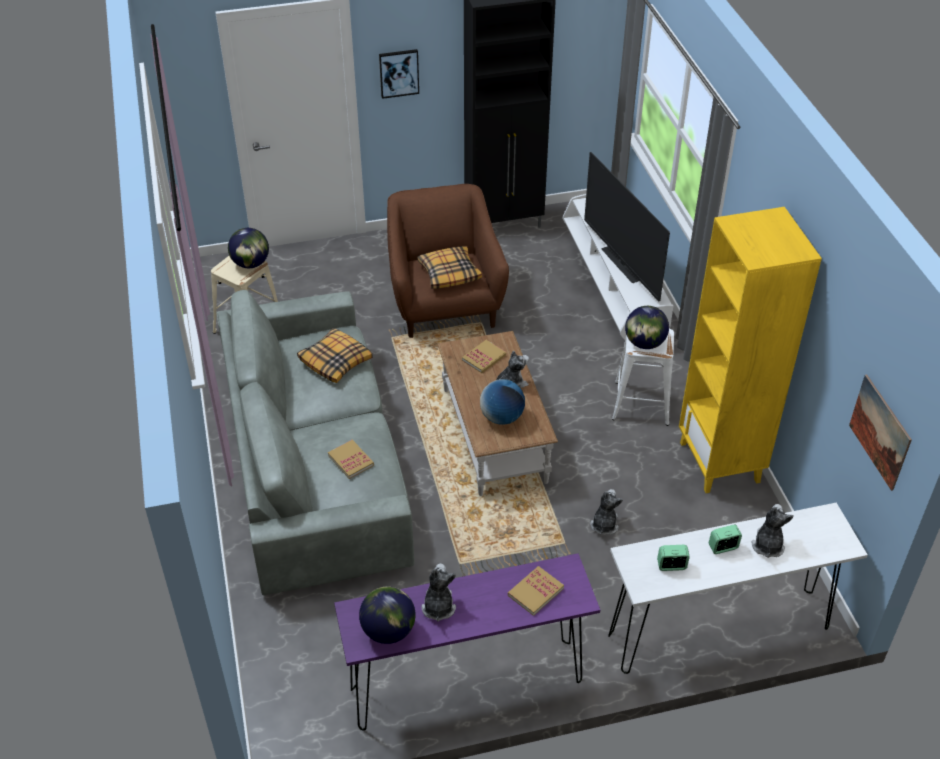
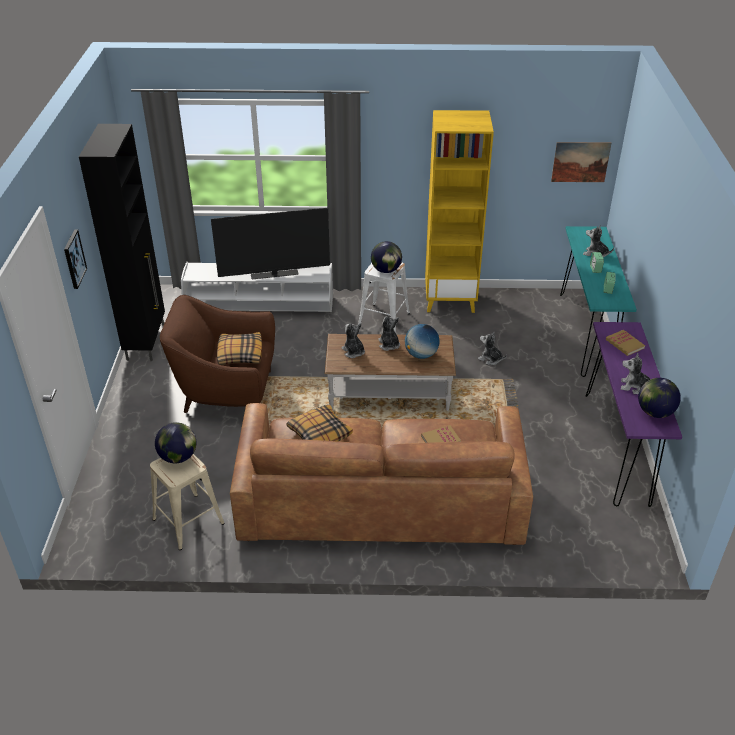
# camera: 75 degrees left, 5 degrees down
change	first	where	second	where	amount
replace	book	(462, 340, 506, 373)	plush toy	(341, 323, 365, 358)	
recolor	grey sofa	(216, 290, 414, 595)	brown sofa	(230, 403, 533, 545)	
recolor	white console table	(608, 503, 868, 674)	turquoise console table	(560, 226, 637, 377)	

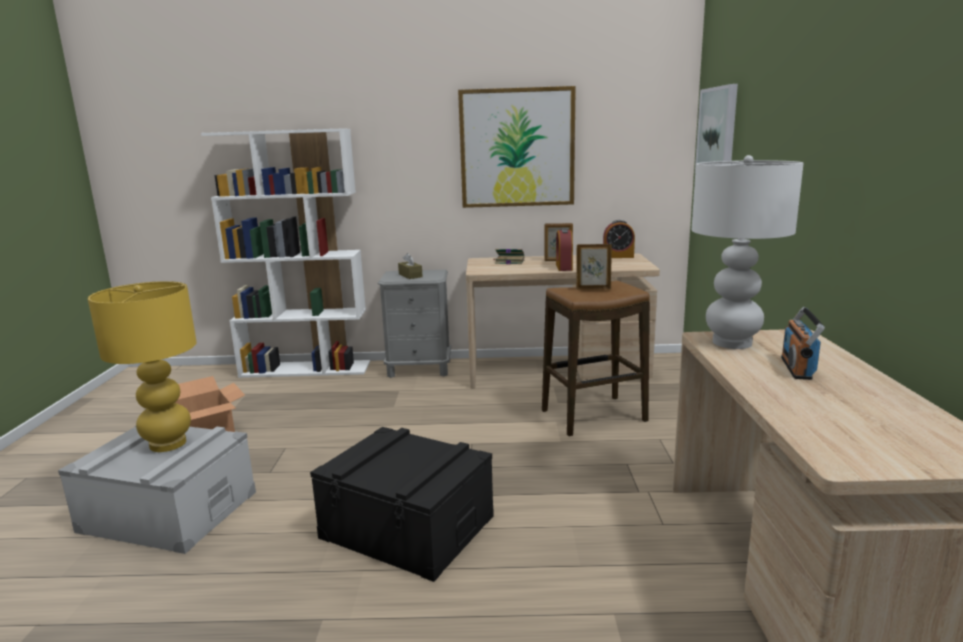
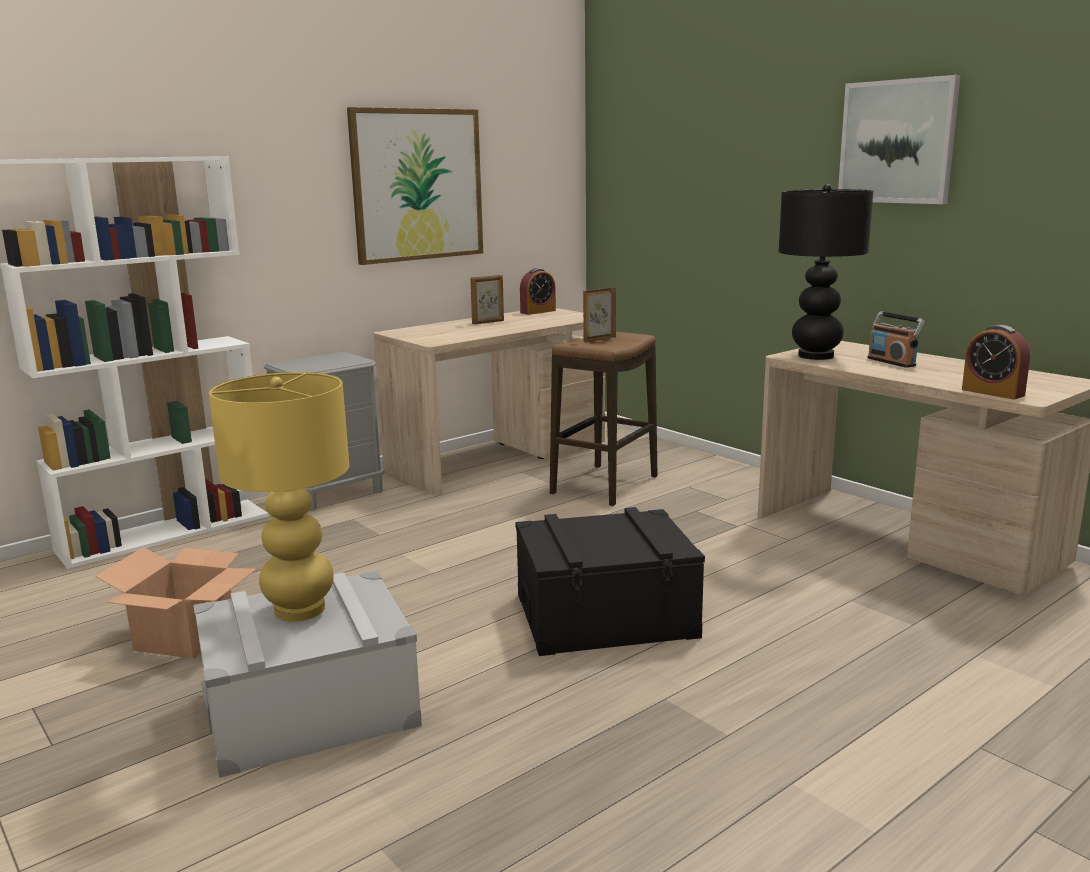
# camera: 40 degrees left, 0 degrees up
change	first	where	second	where	amount
delete	brown tissue box	(398, 253, 423, 279)			
delete	book	(493, 249, 524, 264)			
move	alarm clock	(556, 228, 573, 271)		(962, 325, 1030, 400)	
move	picture	(695, 84, 738, 169)		(838, 75, 961, 204)	
recolor	white table lamp	(692, 155, 804, 349)	black table lamp	(779, 184, 873, 360)	

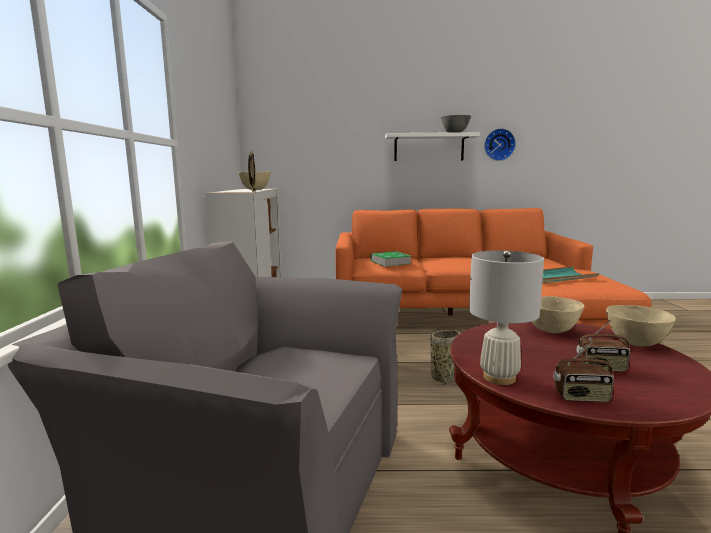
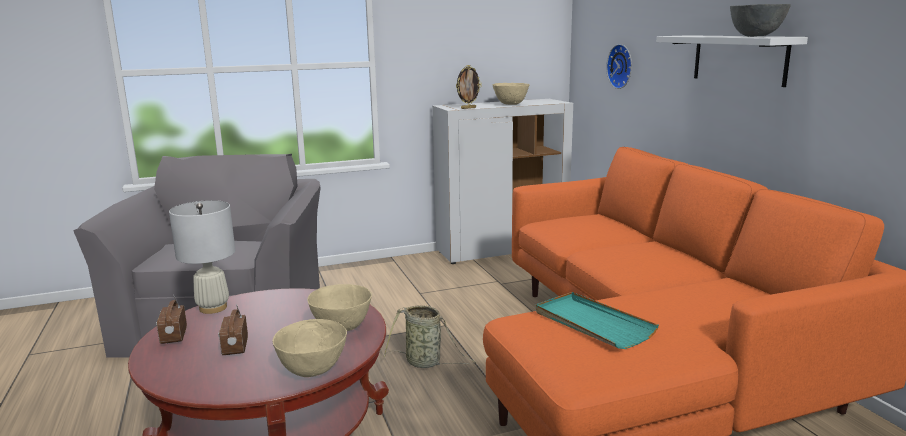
# camera: 70 degrees right, 5 degrees up
change	first	where	second	where	amount
delete	book	(370, 251, 411, 267)			
move	wall clock	(484, 128, 516, 161)		(606, 44, 632, 89)	

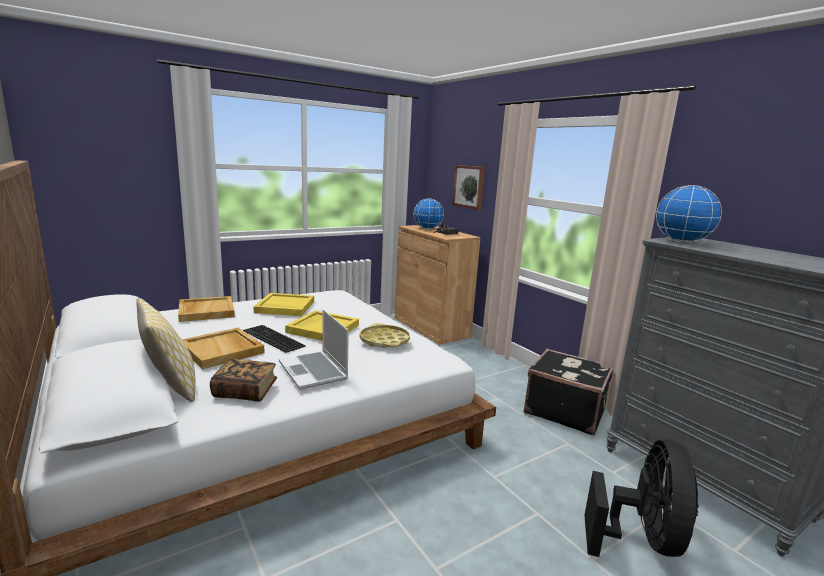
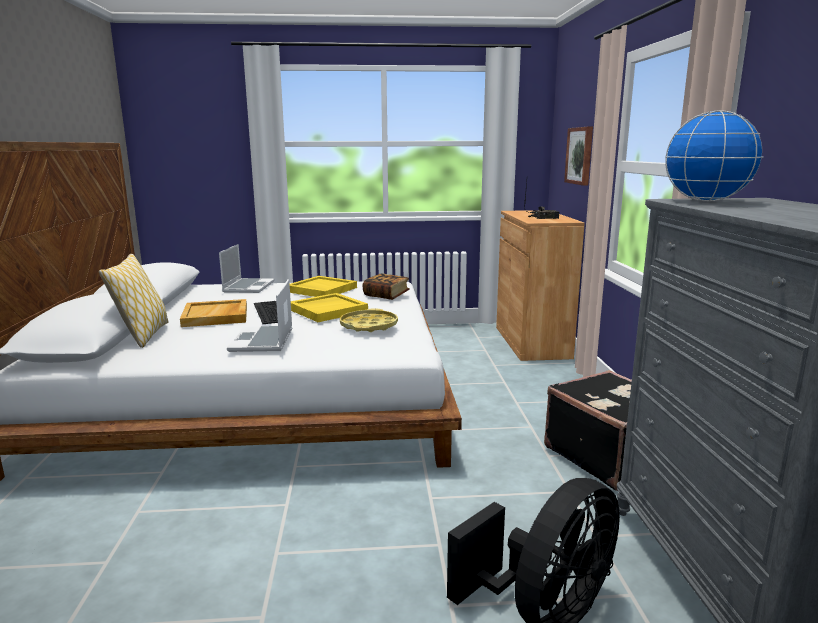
# camera: 30 degrees right, 0 degrees up
change	first	where	second	where	amount
delete	globe	(413, 198, 444, 229)			
move	book	(210, 359, 277, 402)		(362, 273, 410, 300)	
replace	beige tray	(178, 296, 235, 322)	laptop	(219, 244, 275, 293)	

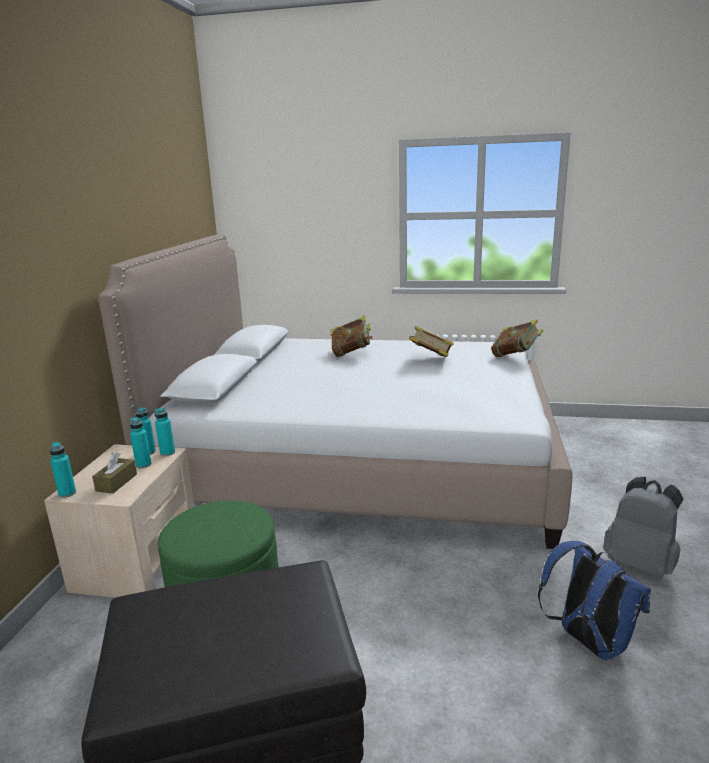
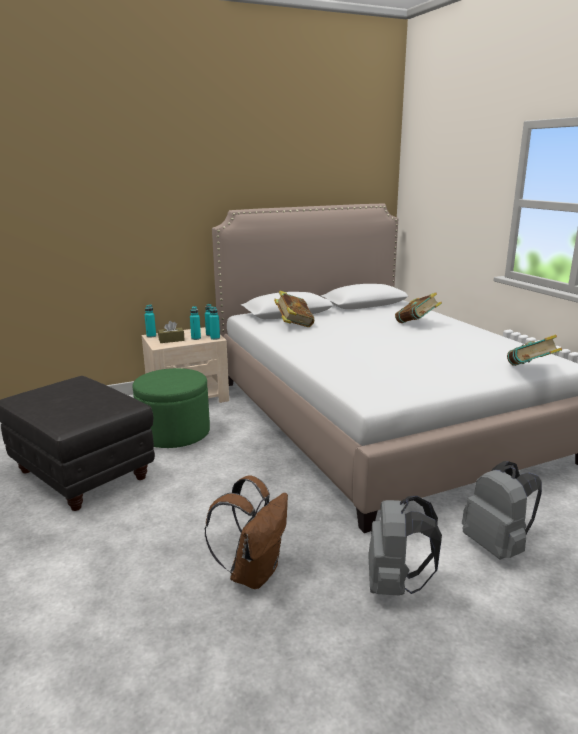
# camera: 55 degrees right, 0 degrees up
change	first	where	second	where	amount
insert			grey backpack	(462, 461, 542, 560)	
move	book	(409, 326, 454, 357)		(274, 291, 314, 327)	
recolor	blue backpack	(538, 541, 651, 660)	brown backpack	(204, 475, 288, 589)	

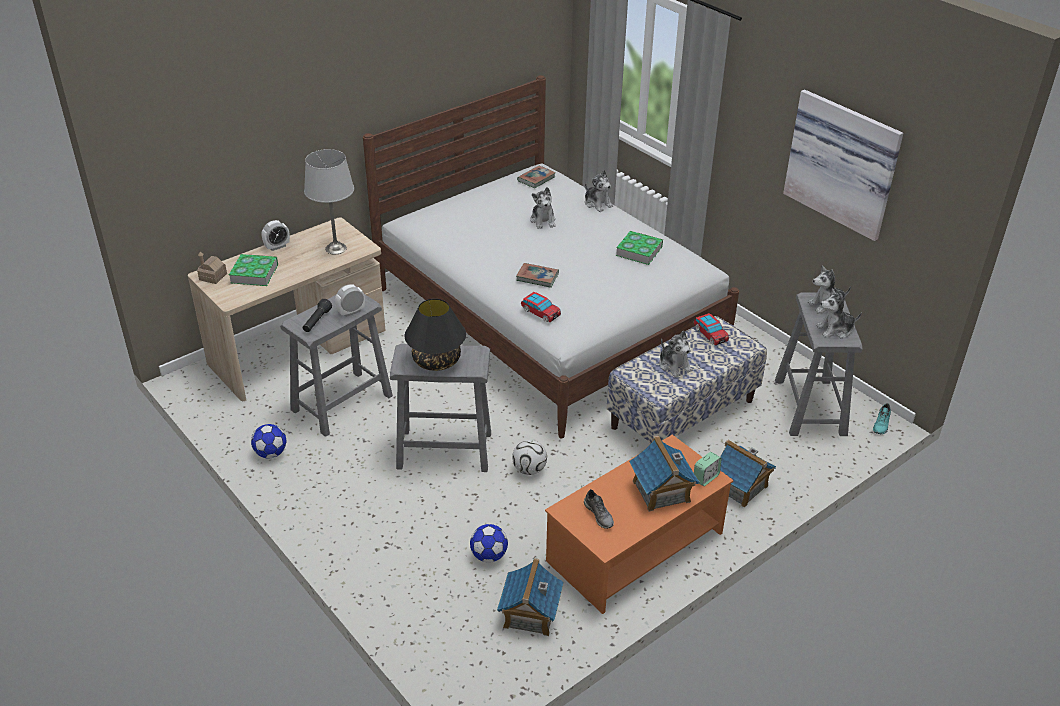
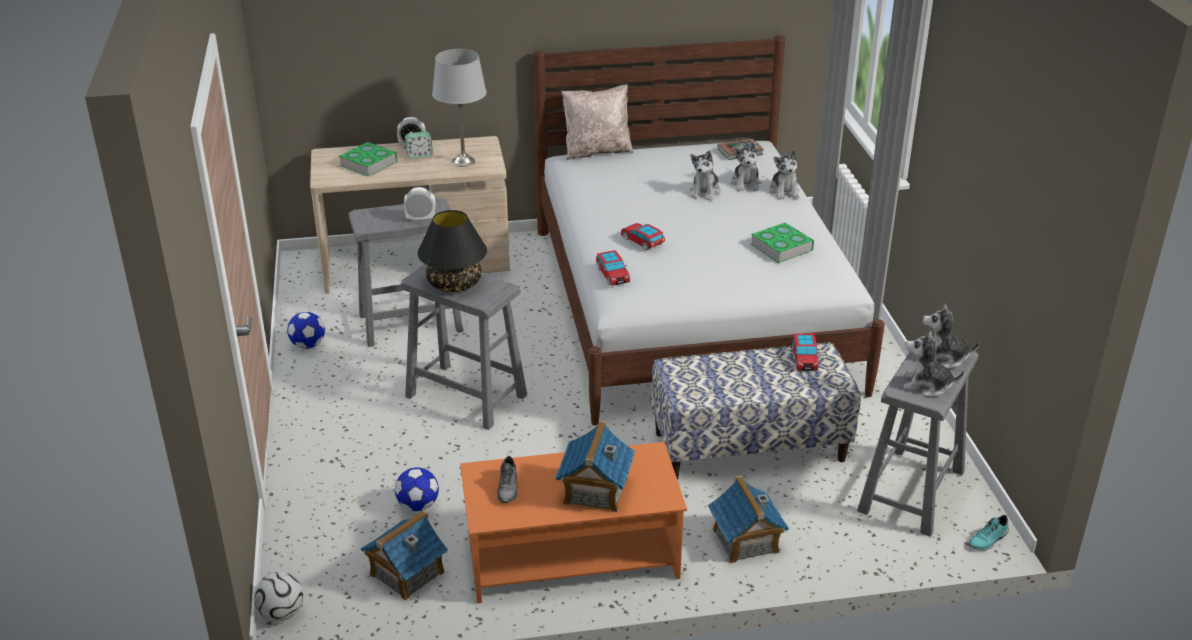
# camera: 30 degrees right, 5 degrees down
change	first	where	second	where	amount
delete	toy house	(197, 252, 227, 284)			
delete	black flashlight	(303, 299, 332, 332)			
delete	picture	(783, 90, 903, 241)			
insert			beige pillow	(562, 84, 633, 160)	
move	football	(512, 440, 547, 475)		(254, 572, 303, 621)	
move	plush toy	(659, 330, 692, 377)		(731, 142, 761, 191)	
move	alarm clock	(694, 452, 722, 486)		(405, 131, 433, 159)	
replace	book	(516, 263, 559, 288)	toy car	(621, 223, 665, 250)	

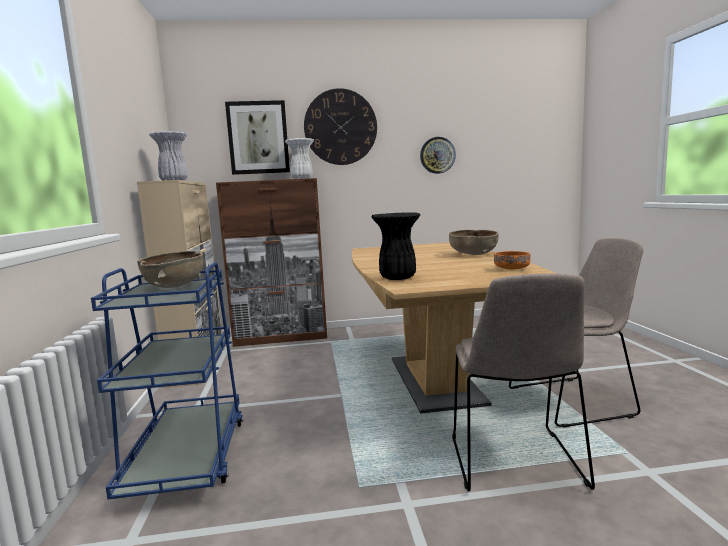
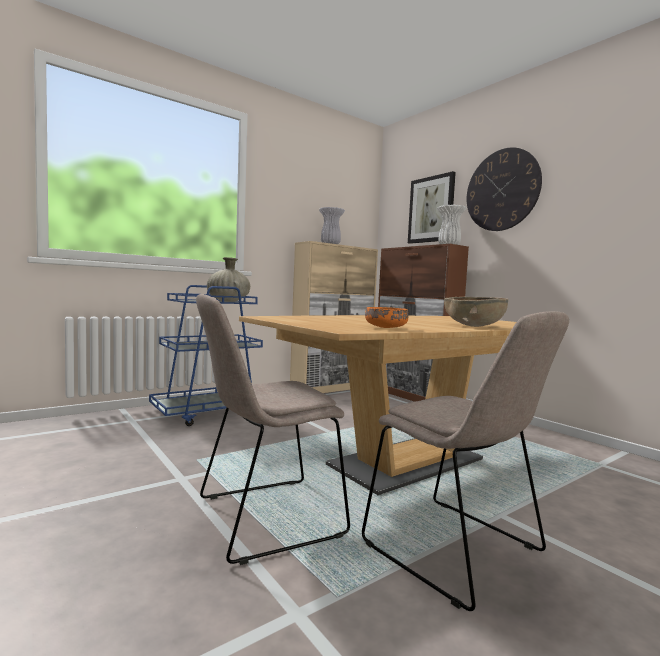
# camera: 60 degrees right, 5 degrees down
change	first	where	second	where	amount
delete	black vase	(371, 212, 420, 280)			
delete	wall clock	(420, 137, 456, 174)			
replace	brown bowl	(137, 251, 204, 288)	beige vase	(207, 257, 250, 302)	

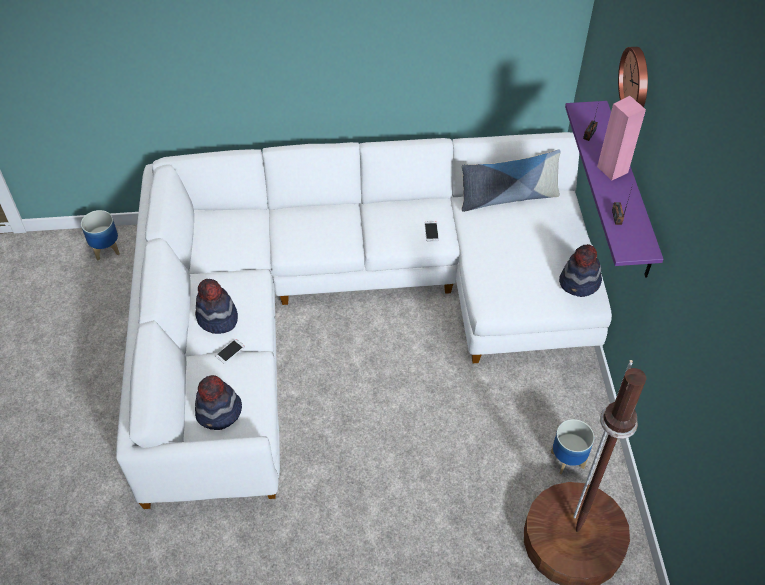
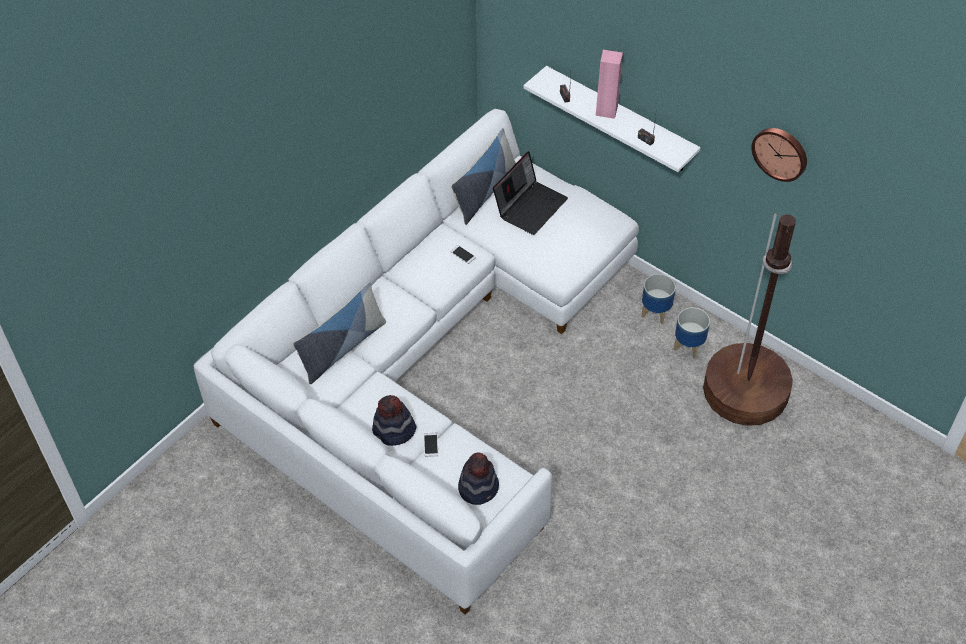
# camera: 45 degrees left, 0 degrees up
change	first	where	second	where	amount
delete	hat	(559, 244, 602, 297)			
insert			pillow	(293, 282, 386, 384)	
insert			laptop	(493, 151, 568, 235)	
move	planter	(81, 210, 120, 261)		(642, 274, 676, 324)	
move	wall clock	(618, 47, 648, 107)		(751, 128, 807, 182)	
recolor	purple shelf	(565, 101, 664, 278)	white shelf	(523, 66, 701, 172)	

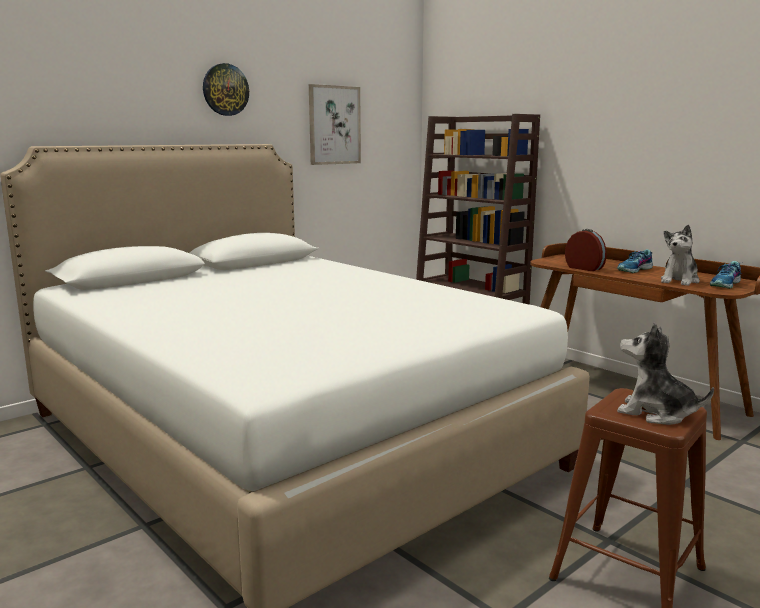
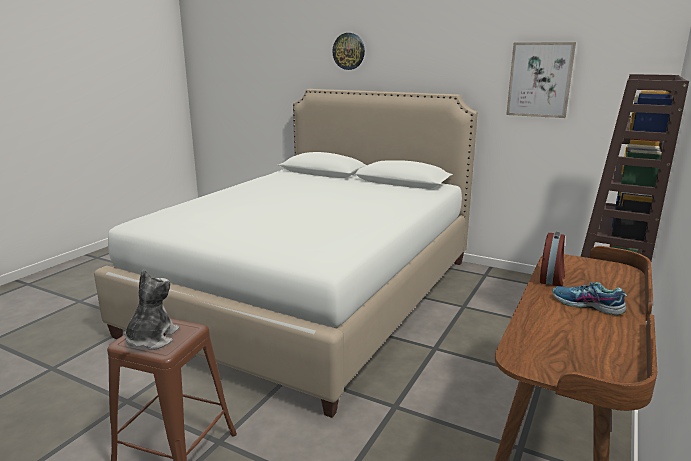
# camera: 70 degrees right, 5 degrees up
change	first	where	second	where	amount
delete	plush toy	(661, 225, 700, 286)			
delete	shoe	(710, 261, 742, 289)			
move	wall clock	(203, 63, 249, 116)		(332, 33, 365, 70)	

